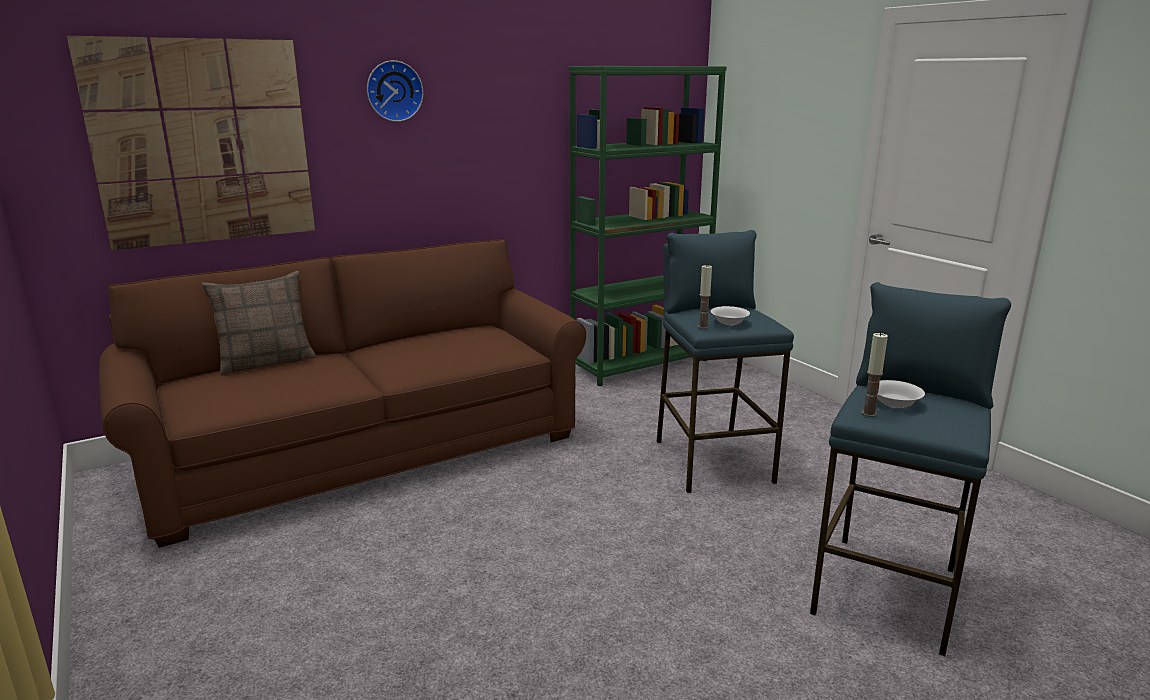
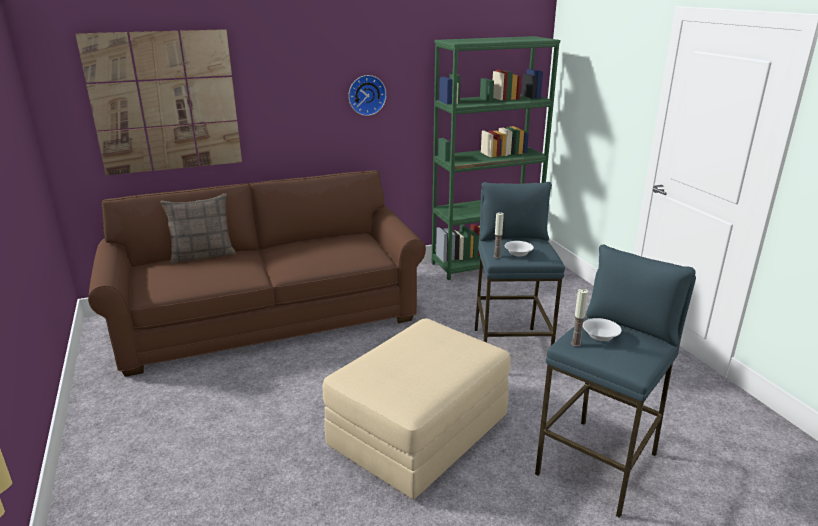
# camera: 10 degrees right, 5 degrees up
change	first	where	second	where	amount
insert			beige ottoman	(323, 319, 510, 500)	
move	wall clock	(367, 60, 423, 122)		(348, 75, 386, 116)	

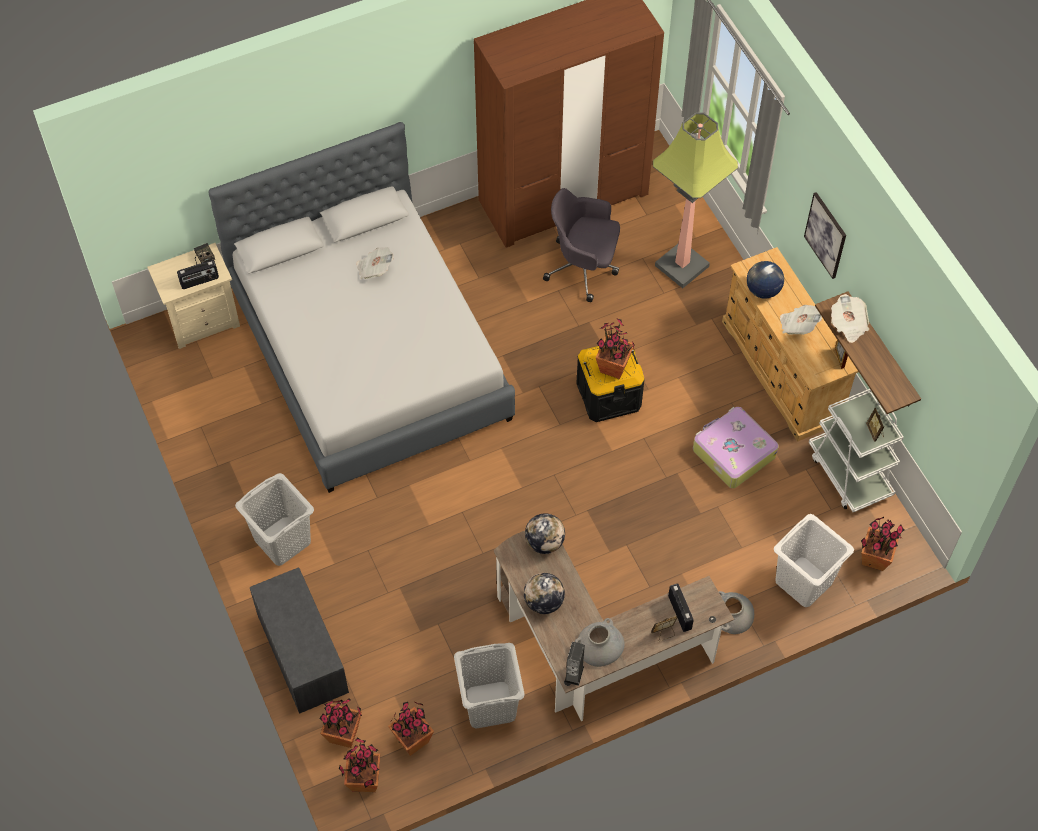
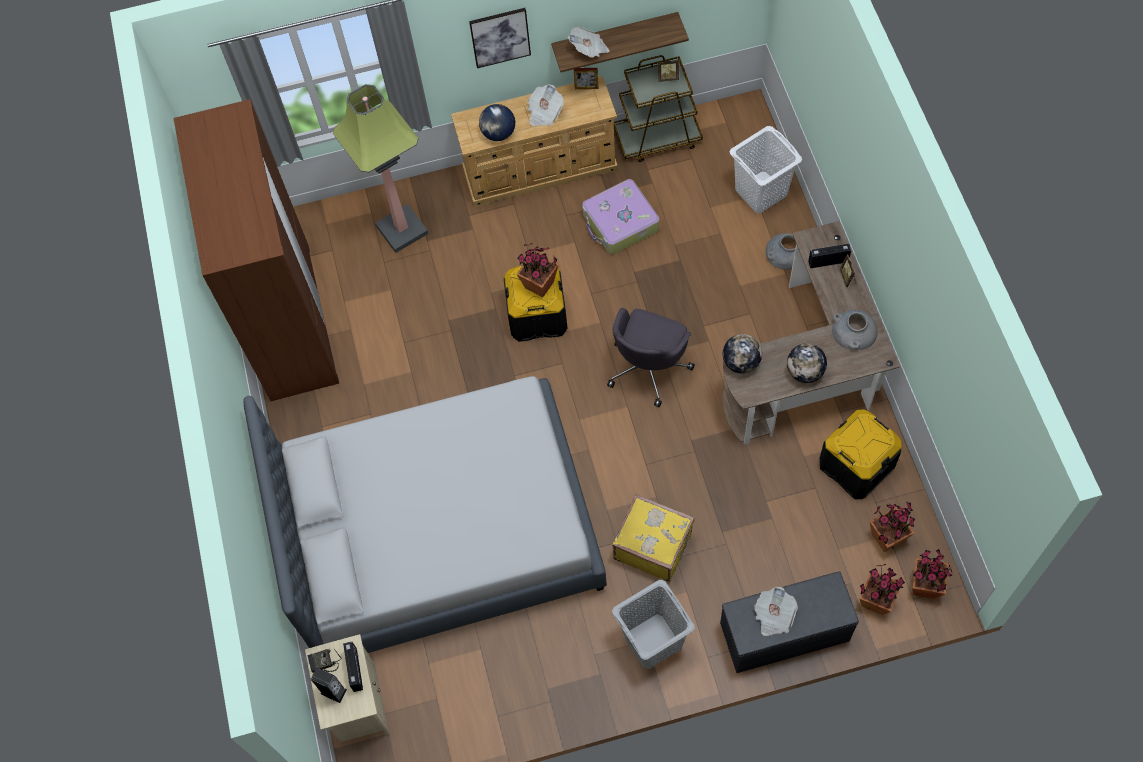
# camera: 75 degrees left, 5 degrees up
change	first	where	second	where	amount
delete	potted plant	(861, 517, 904, 571)			
insert			yellow suitcase	(612, 494, 694, 582)	
move	newspaper	(356, 247, 394, 279)		(754, 587, 798, 636)	
move	grey office chair	(543, 188, 620, 302)		(607, 308, 695, 407)	
move	speaker	(565, 642, 585, 686)		(311, 668, 347, 703)	
replace	grey laundry basket	(454, 643, 525, 728)	black storage box	(819, 410, 902, 499)	
recolor	white cart	(809, 389, 904, 512)	brown cart	(614, 55, 703, 162)	

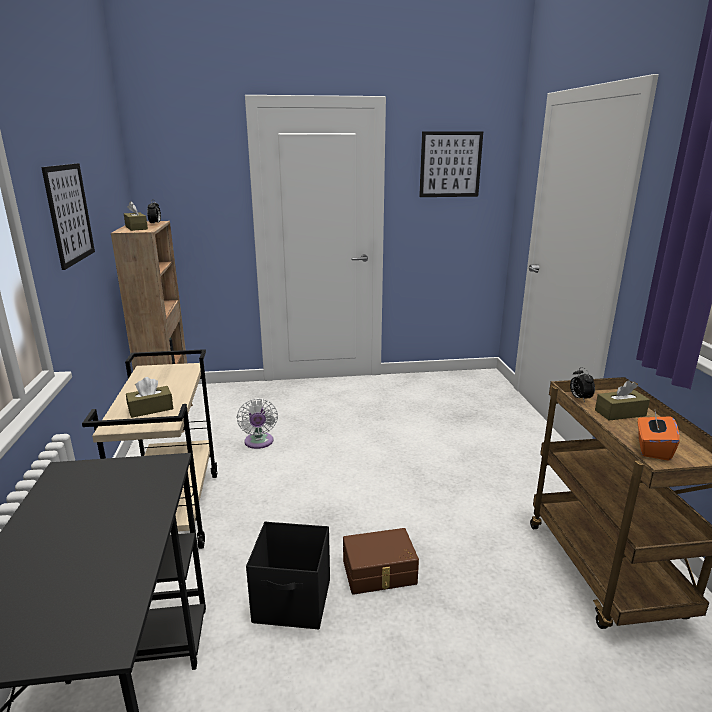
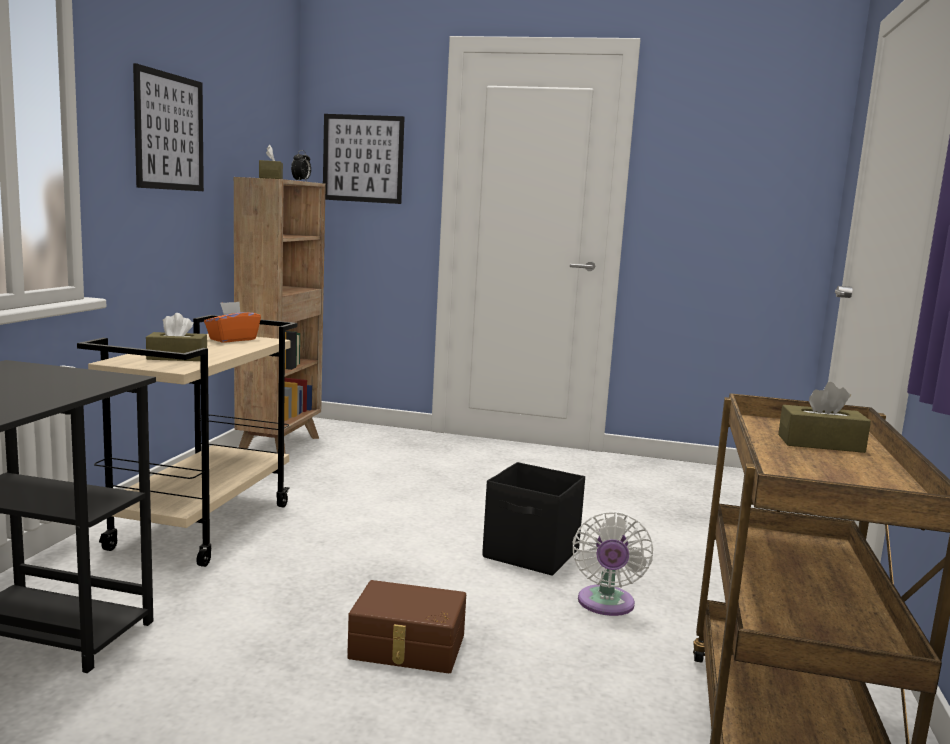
# camera: 20 degrees right, 10 degrees down
change	first	where	second	where	amount
delete	alarm clock	(570, 367, 595, 403)			
move	white fan	(237, 398, 278, 449)		(572, 512, 653, 616)	
move	black storage box	(246, 522, 330, 629)		(482, 462, 585, 576)	
move	picture	(419, 131, 483, 197)		(323, 114, 405, 204)	
move	orange tissue box	(638, 412, 679, 461)		(204, 302, 261, 342)	

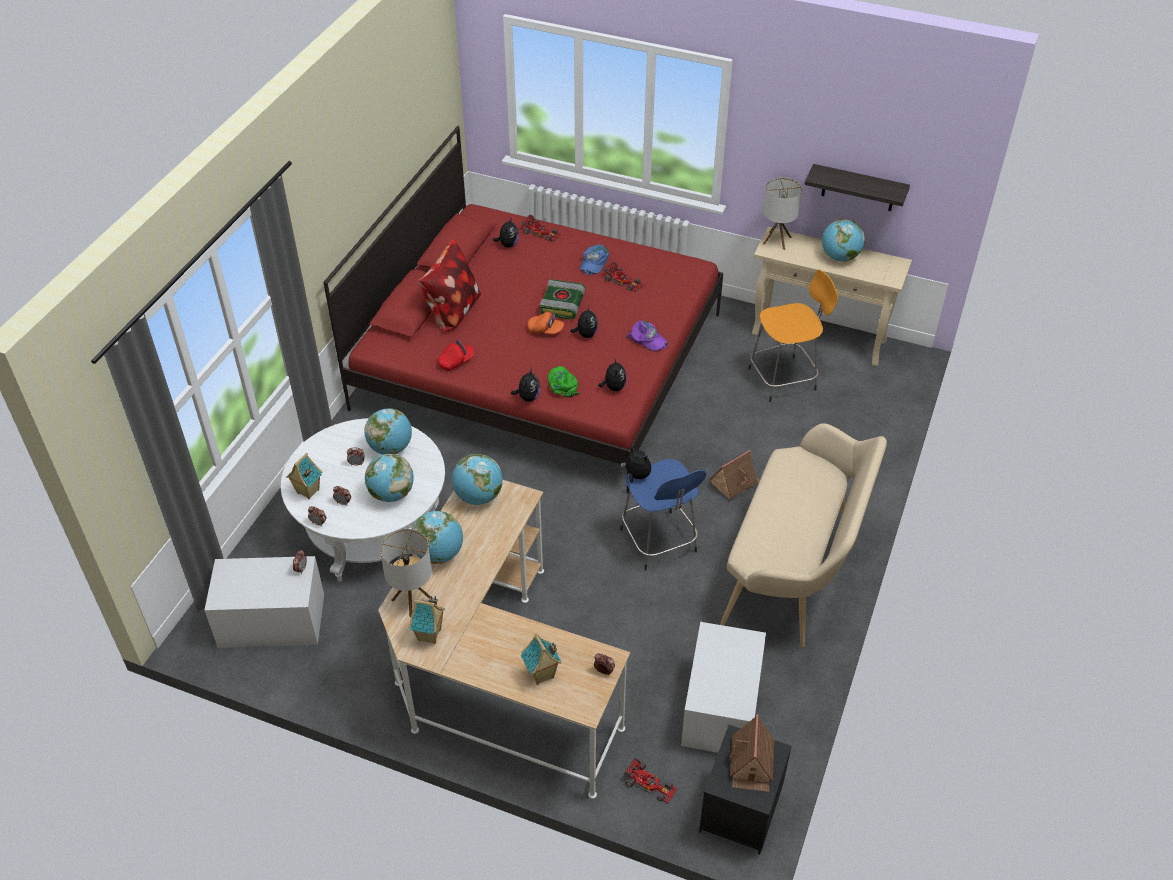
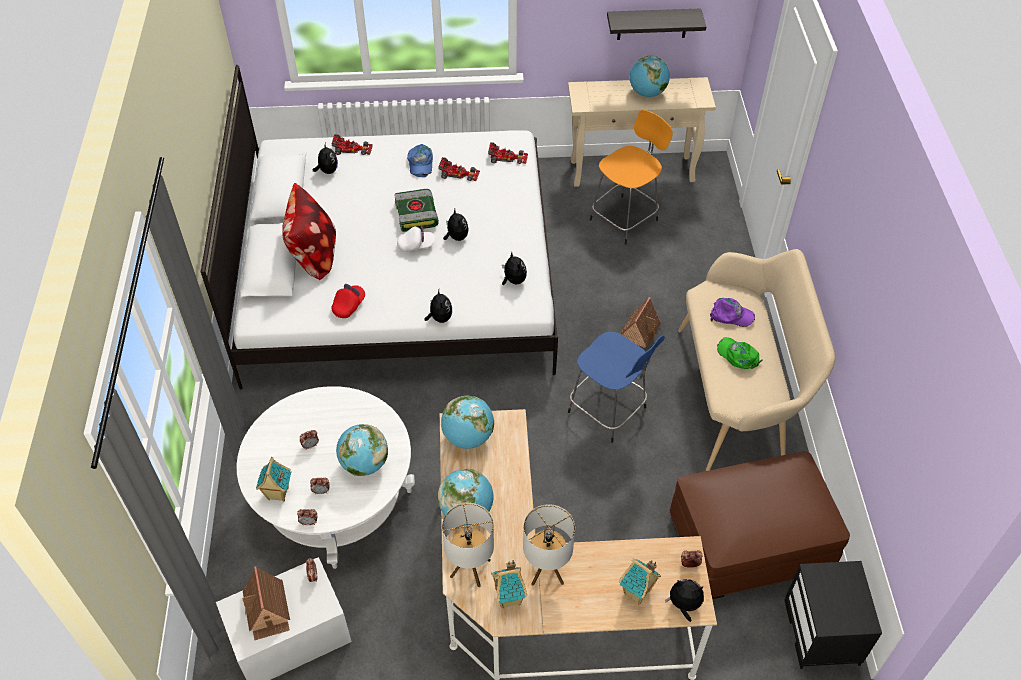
# camera: 25 degrees left, 5 degrees up
change	first	where	second	where	amount
delete	globe	(364, 408, 412, 455)			
move	green cap	(547, 366, 579, 397)		(717, 337, 763, 369)	
move	plush toy	(621, 447, 651, 483)		(665, 579, 704, 622)	
move	toy car	(625, 757, 677, 804)		(488, 142, 528, 164)	
move	purple cap	(626, 321, 668, 351)		(710, 298, 755, 327)	
move	toy house	(729, 714, 774, 792)		(242, 566, 290, 640)	
move	table lamp	(763, 177, 802, 250)		(523, 504, 575, 586)	
replace	white storage box	(681, 622, 766, 753)	brown ottoman	(669, 451, 850, 599)	
recolor	red bed	(323, 126, 723, 494)	white bed	(201, 65, 558, 389)	
recolor	orange cap	(527, 312, 564, 334)	white cap	(397, 225, 435, 252)	

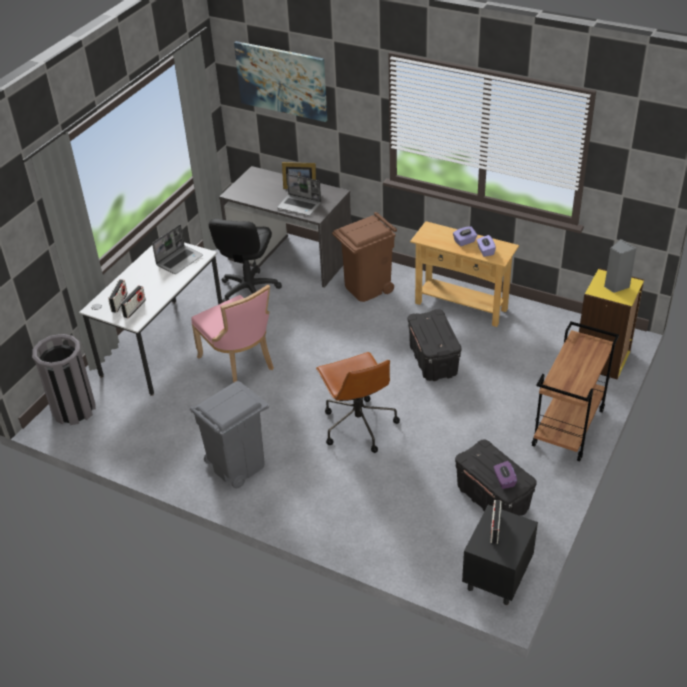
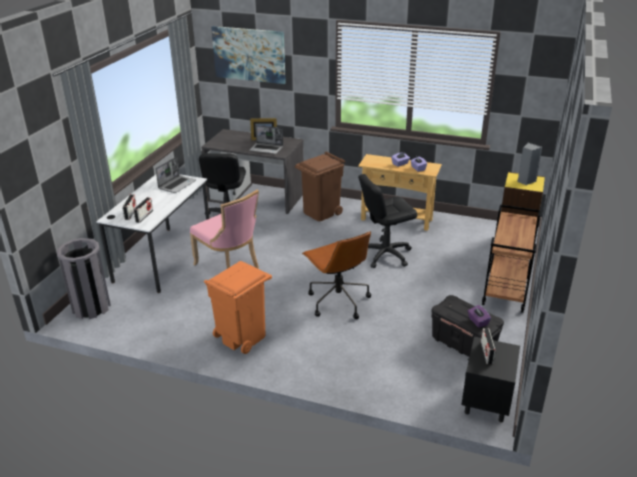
# camera: 10 degrees left, 10 degrees down
change	first	where	second	where	amount
replace	black storage box	(408, 309, 462, 381)	black office chair	(358, 174, 417, 268)	
recolor	grey trash can	(190, 381, 269, 489)	orange trash can	(204, 261, 272, 354)	

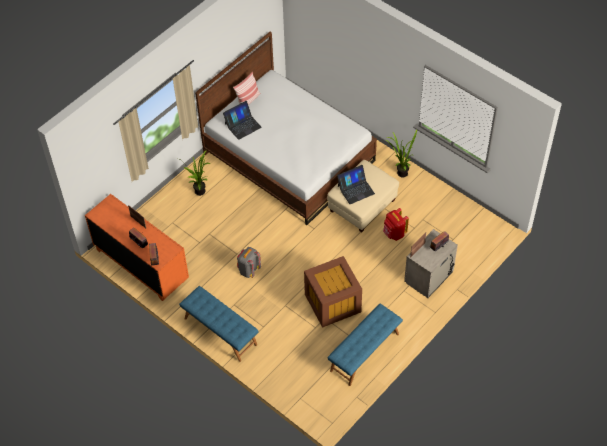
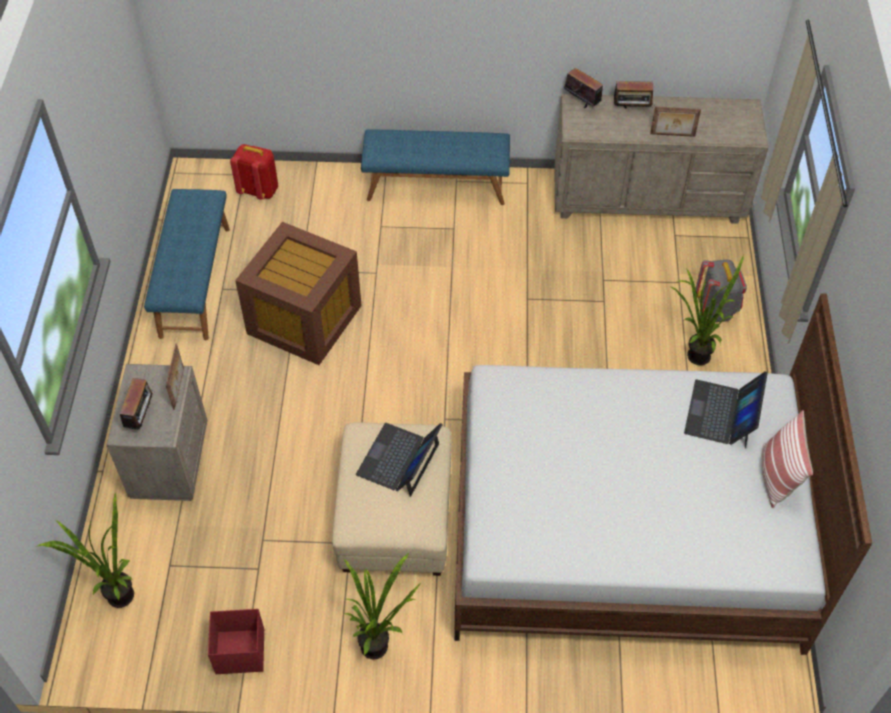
# camera: 140 degrees right, 0 degrees up
change	first	where	second	where	amount
insert			potted plant	(35, 492, 134, 608)	
insert			red storage box	(208, 609, 264, 674)	
move	grey backpack	(237, 247, 261, 278)		(696, 260, 747, 322)	
move	red backpack	(383, 208, 409, 241)		(230, 144, 278, 200)	
recolor	orange dresser	(85, 194, 189, 301)	beige dresser	(554, 94, 768, 224)	

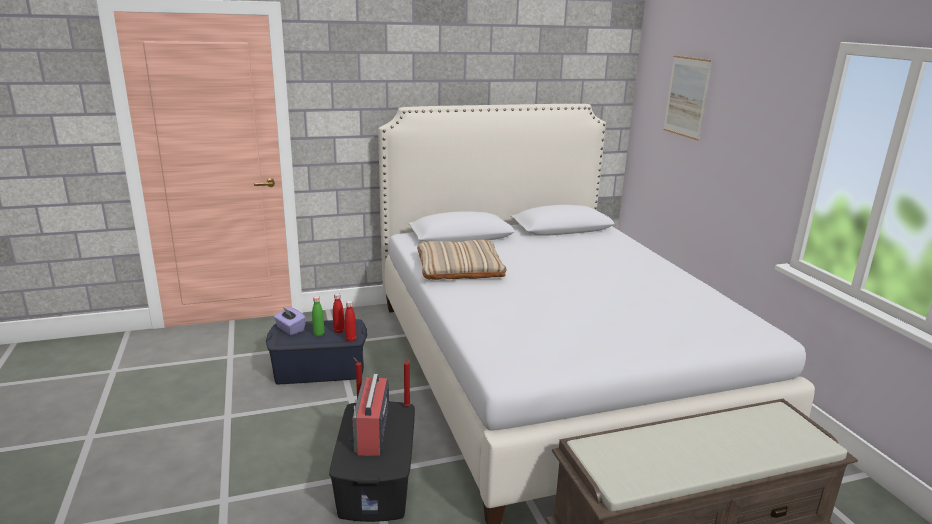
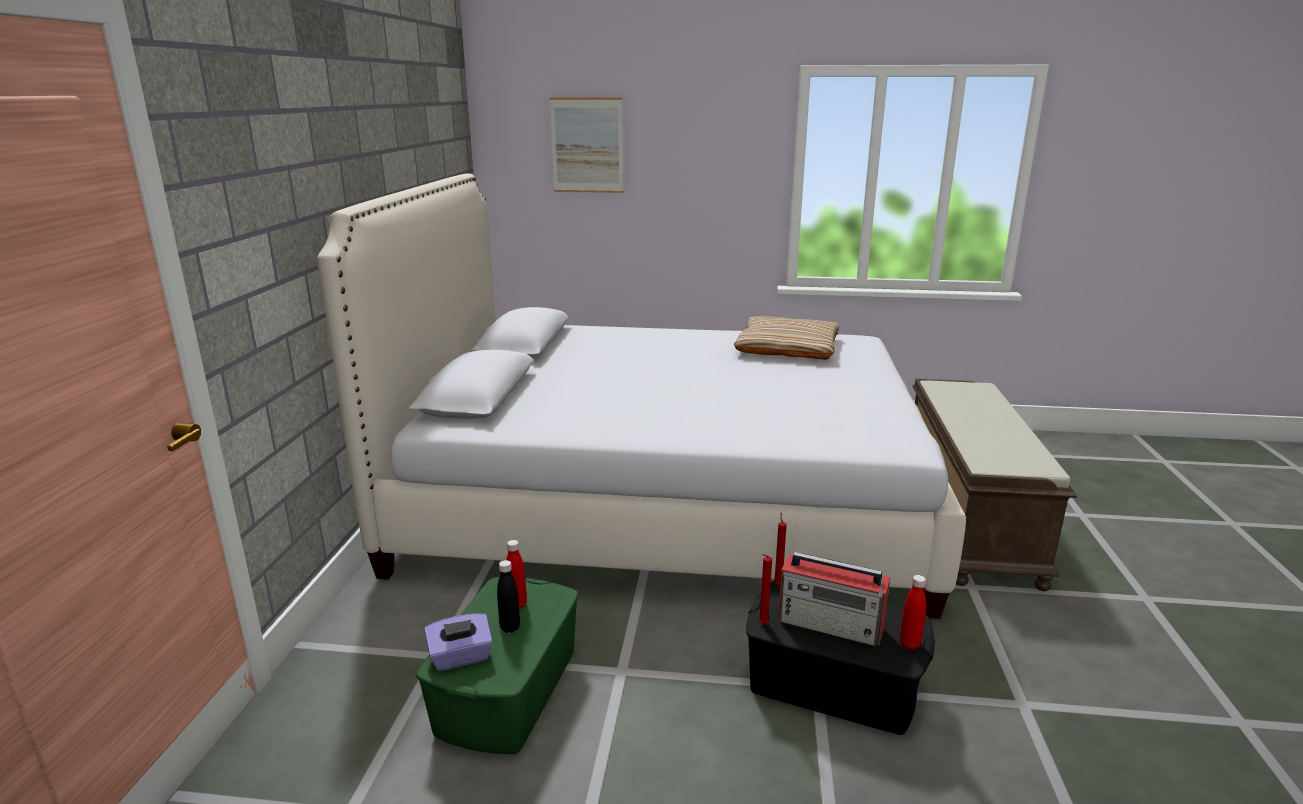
# camera: 65 degrees left, 0 degrees up
change	first	where	second	where	amount
move	red bottle	(344, 301, 356, 342)		(900, 575, 926, 650)	
move	beige pillow	(417, 240, 507, 280)		(734, 316, 839, 360)	
recolor	blue storage box	(266, 319, 367, 384)	green storage box	(416, 577, 579, 754)	
recolor	green bottle	(312, 296, 324, 337)	black bottle	(497, 560, 520, 633)	

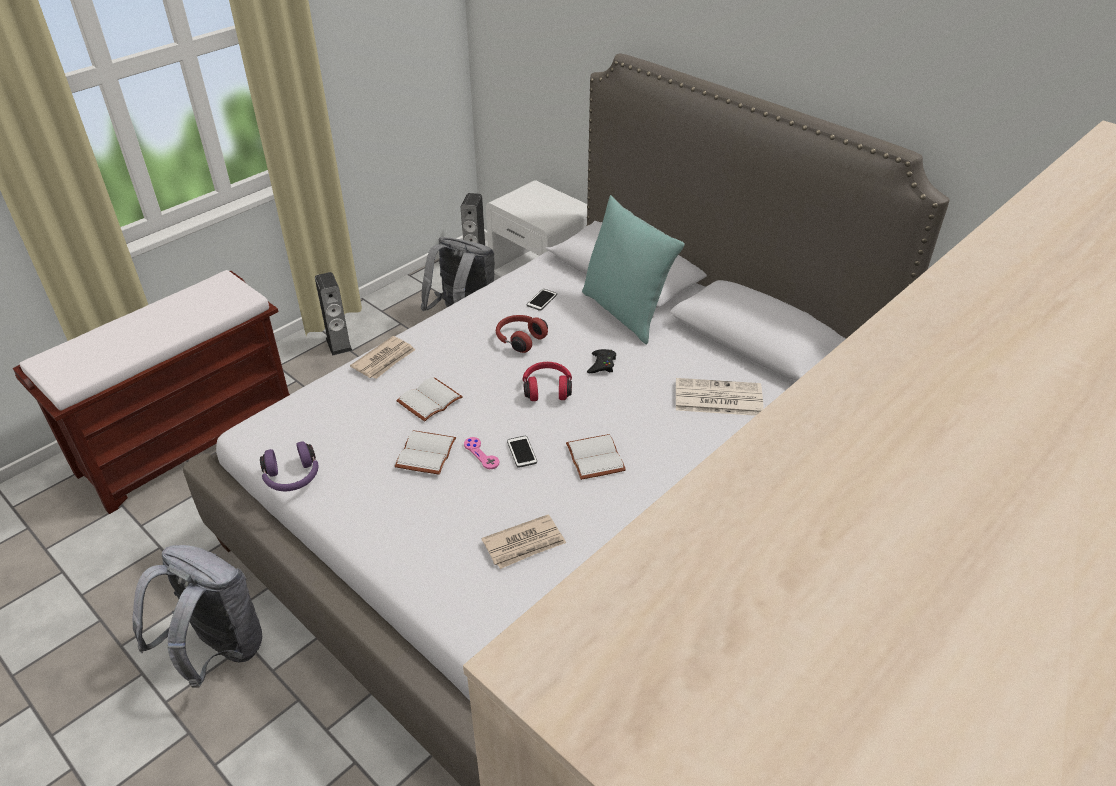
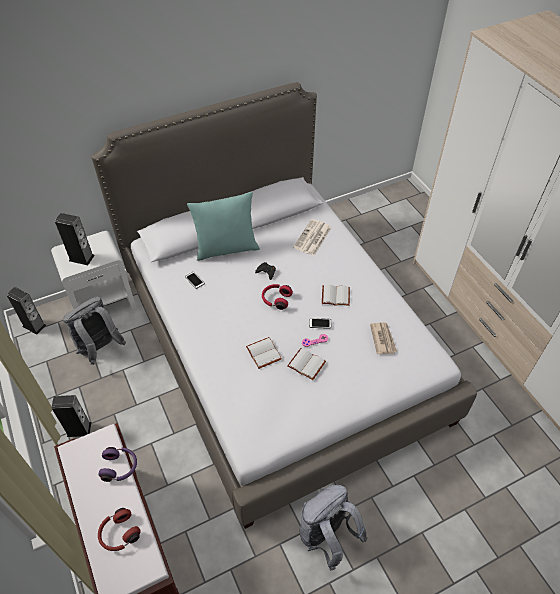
# camera: 70 degrees left, 10 degrees up
change	first	where	second	where	amount
delete	newspaper	(350, 336, 415, 379)			
insert			speaker	(55, 213, 95, 265)	
move	purple headphones	(260, 441, 318, 491)		(99, 447, 137, 482)	
move	red headphones	(496, 315, 548, 353)		(98, 508, 141, 551)	

